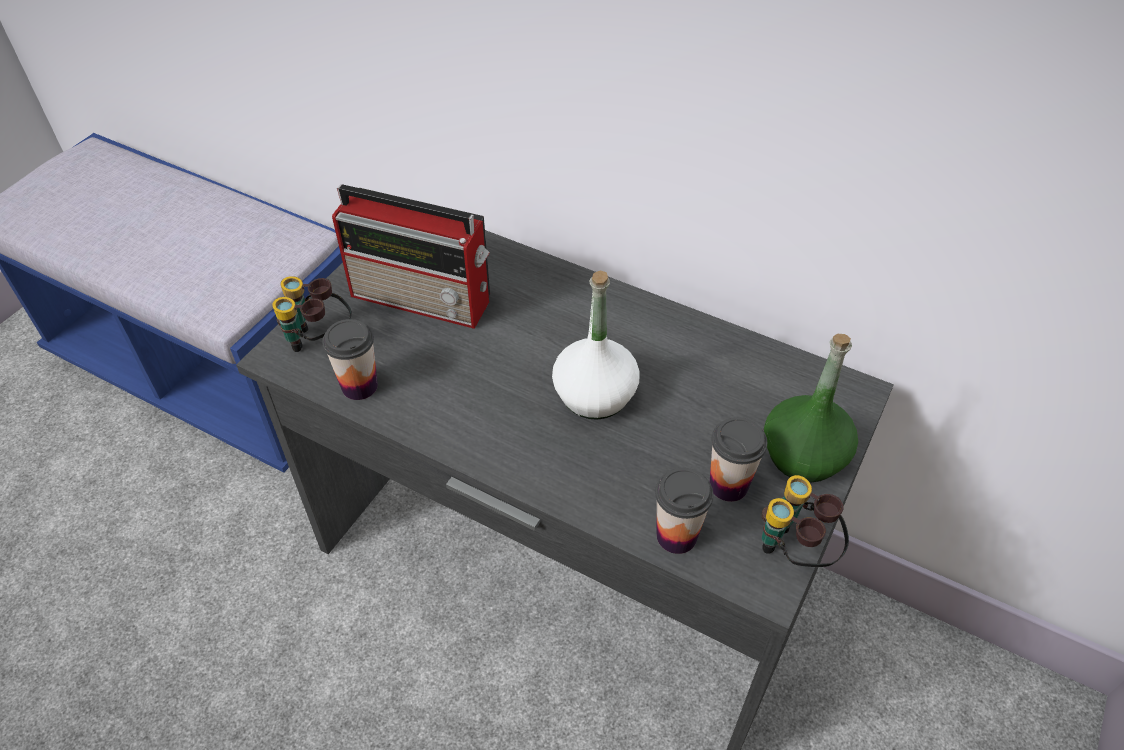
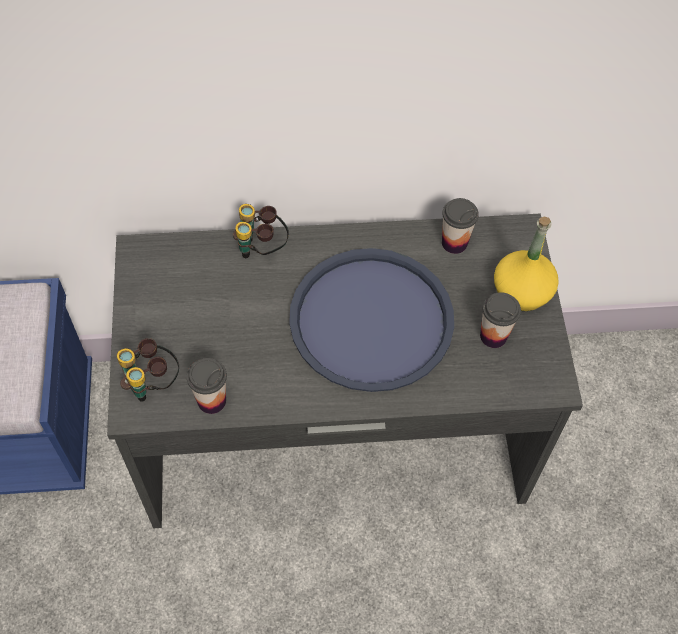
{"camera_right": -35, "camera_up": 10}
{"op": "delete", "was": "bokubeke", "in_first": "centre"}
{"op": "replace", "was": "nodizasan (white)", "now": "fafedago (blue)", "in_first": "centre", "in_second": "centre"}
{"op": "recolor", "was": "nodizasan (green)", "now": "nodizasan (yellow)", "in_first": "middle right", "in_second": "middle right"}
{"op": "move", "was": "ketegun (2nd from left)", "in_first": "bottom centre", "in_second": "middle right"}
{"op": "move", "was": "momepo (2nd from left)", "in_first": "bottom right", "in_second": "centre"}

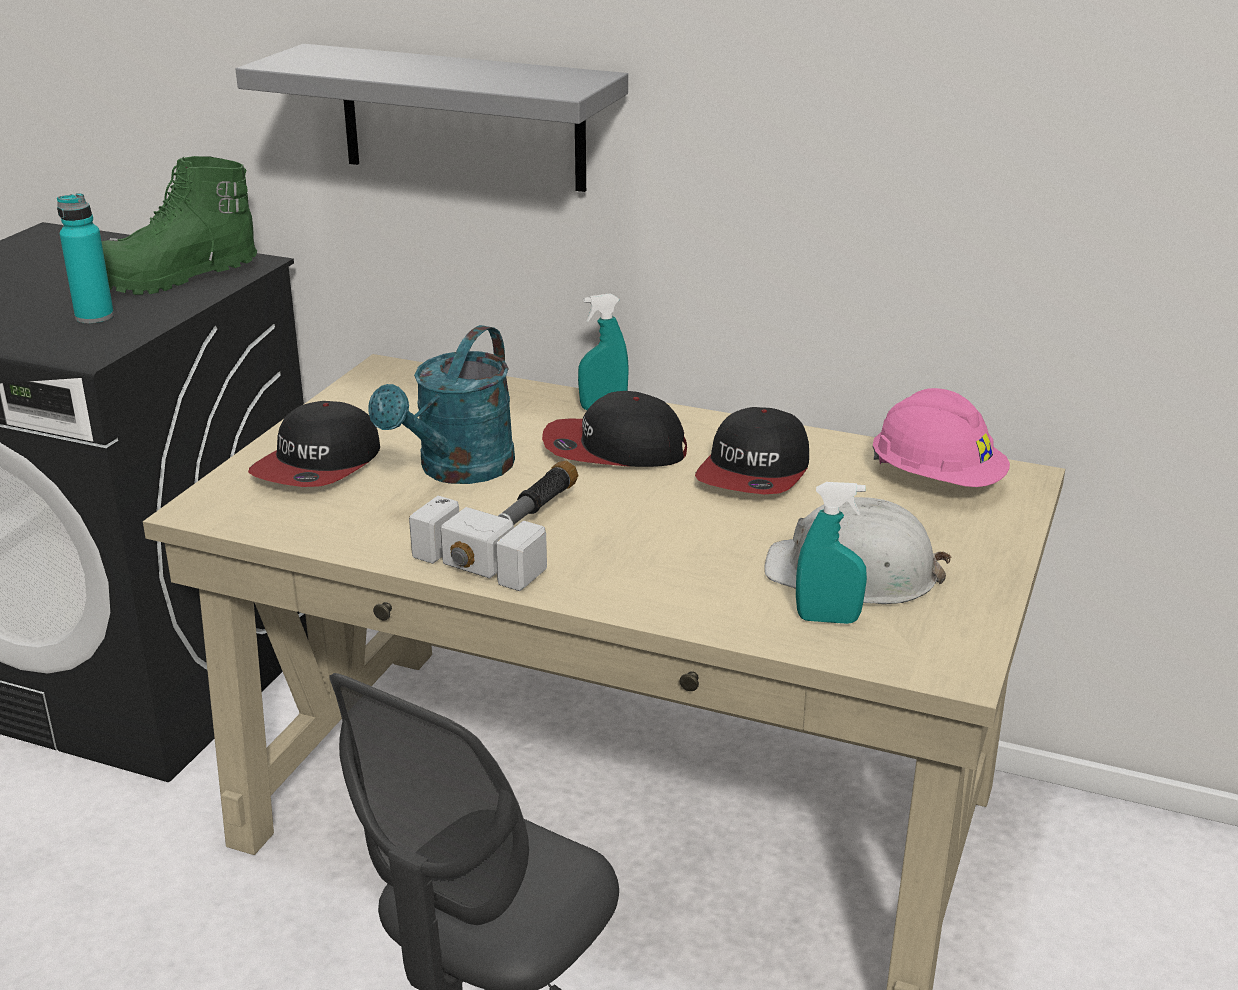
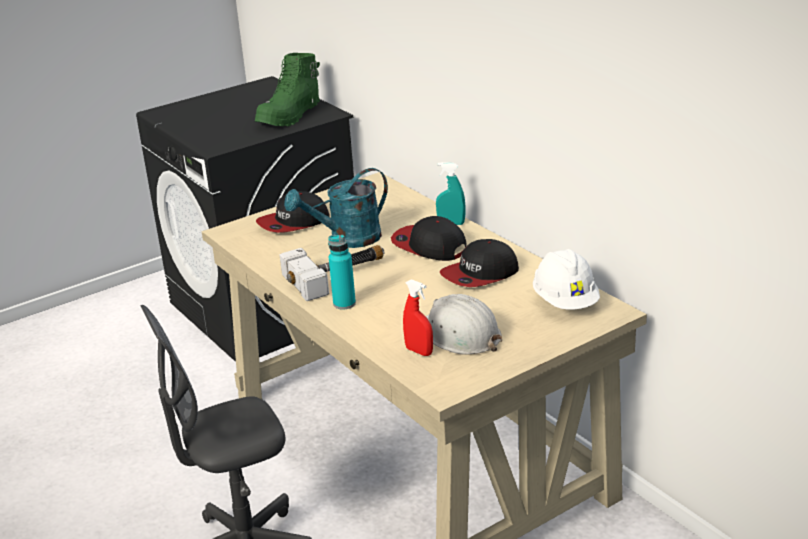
{"camera_right": 35, "camera_up": 0}
{"op": "delete", "was": "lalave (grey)", "in_first": "top centre"}
{"op": "rotate", "was": "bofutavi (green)", "in_first": "top left", "in_second": "top centre", "clockwise": -60}
{"op": "move", "was": "nodizasan (turquoise)", "in_first": "top left", "in_second": "centre"}
{"op": "recolor", "was": "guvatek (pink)", "now": "guvatek (white) (2nd from left)", "in_first": "middle right", "in_second": "middle right"}
{"op": "recolor", "was": "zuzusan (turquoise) (2nd from left)", "now": "zuzusan (red)", "in_first": "middle right", "in_second": "centre"}

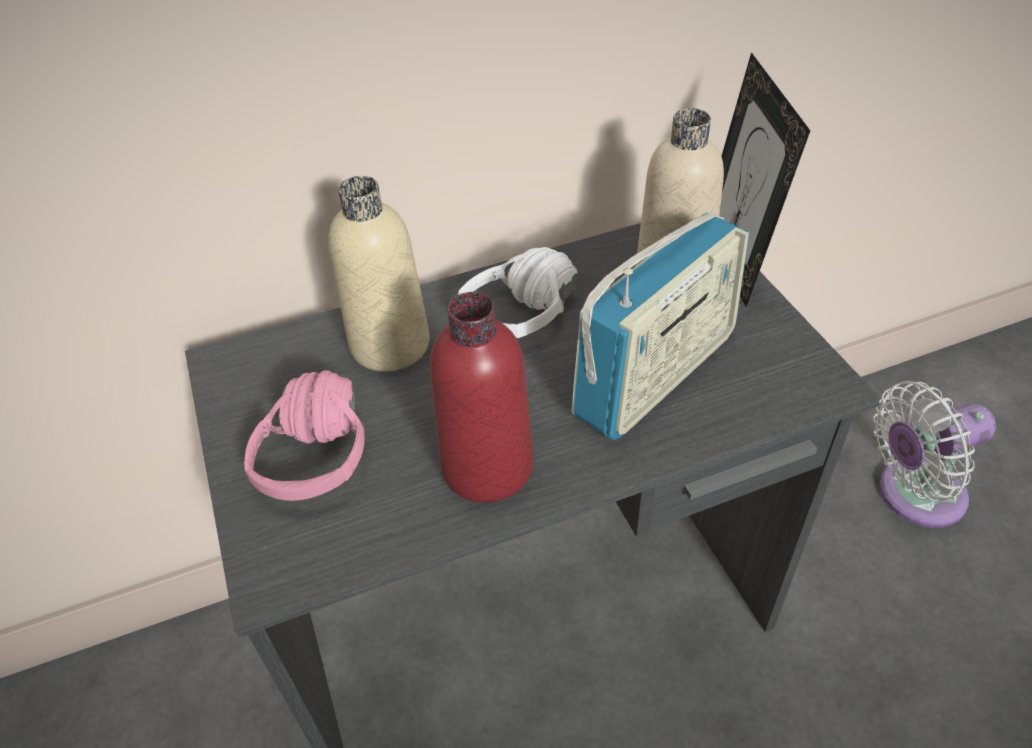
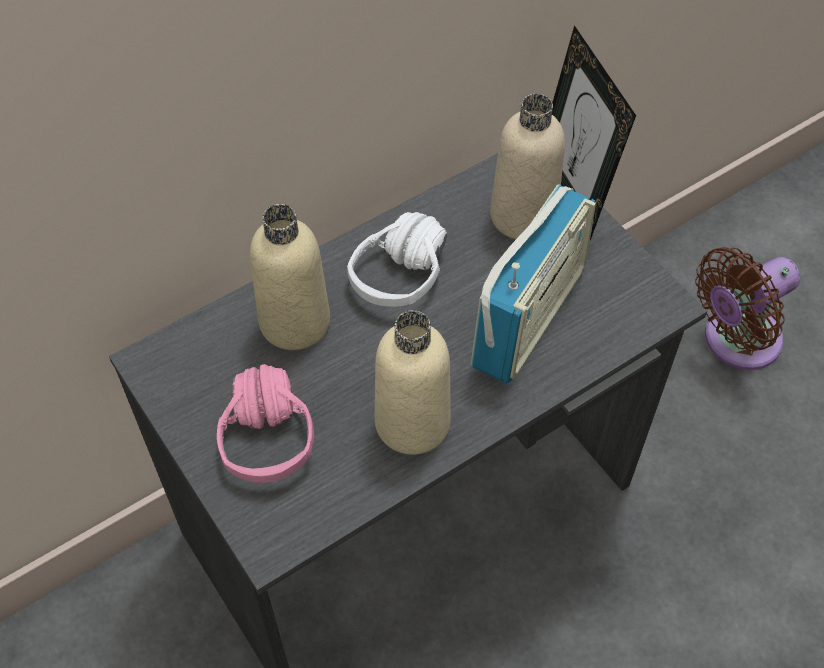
{"camera_right": -15, "camera_up": 10}
{"op": "recolor", "was": "nodizasan (red)", "now": "nodizasan (beige) (2nd from left)", "in_first": "centre", "in_second": "centre"}
{"op": "recolor", "was": "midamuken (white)", "now": "midamuken (brown)", "in_first": "middle right", "in_second": "middle right"}

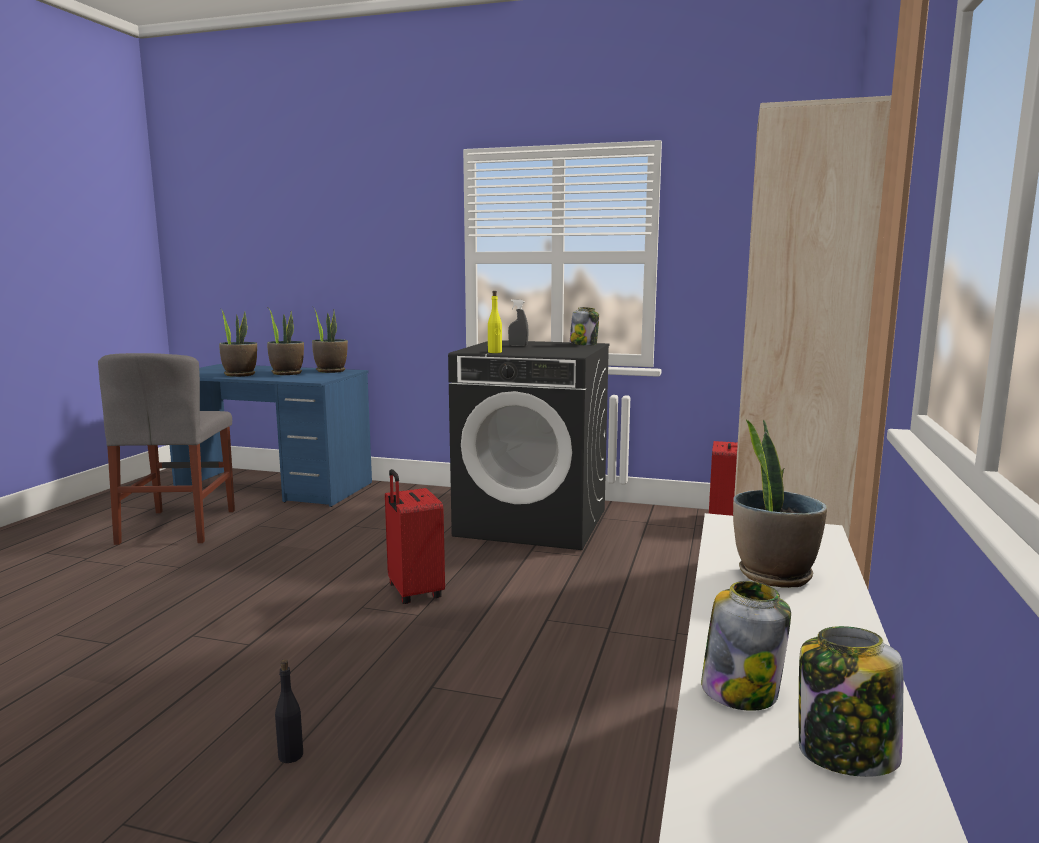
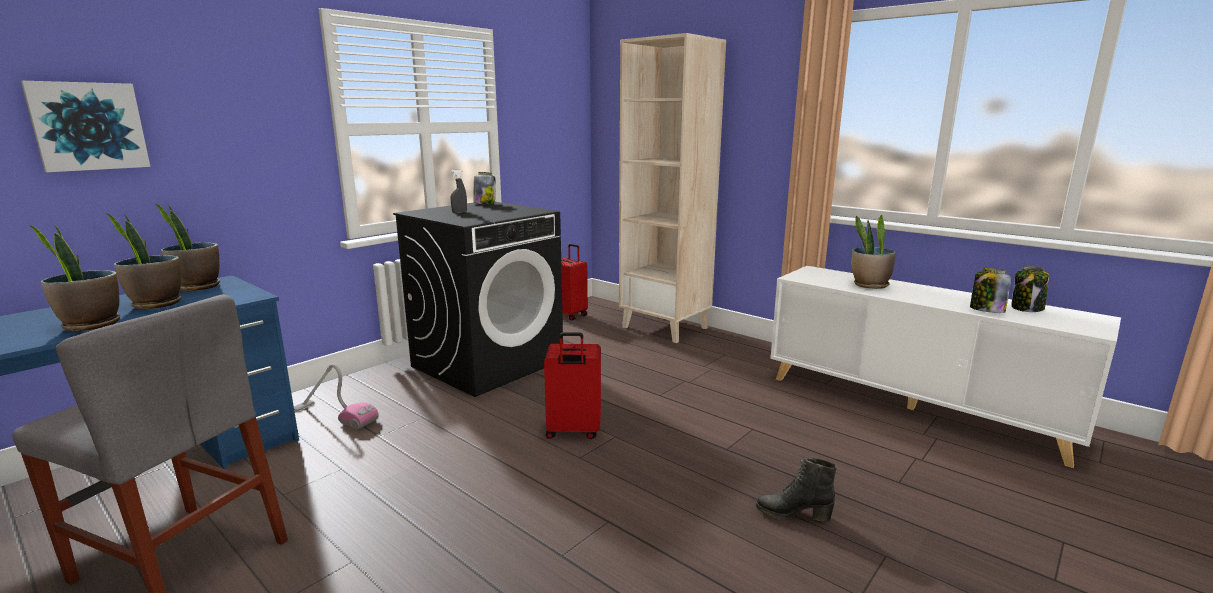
{"camera_right": -65, "camera_up": 5}
{"op": "delete", "was": "nodizasan (yellow)", "in_first": "centre"}
{"op": "replace", "was": "nodizasan (black)", "now": "bofutavi (black)", "in_first": "bottom left", "in_second": "bottom centre"}
{"op": "insert", "now": "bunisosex", "in_second": "top left"}
{"op": "insert", "now": "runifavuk", "in_second": "bottom left"}

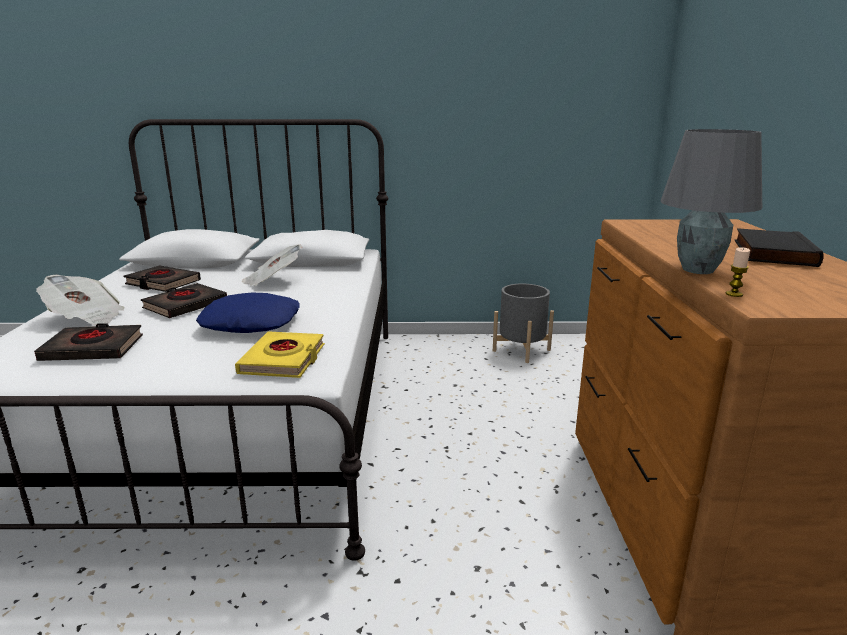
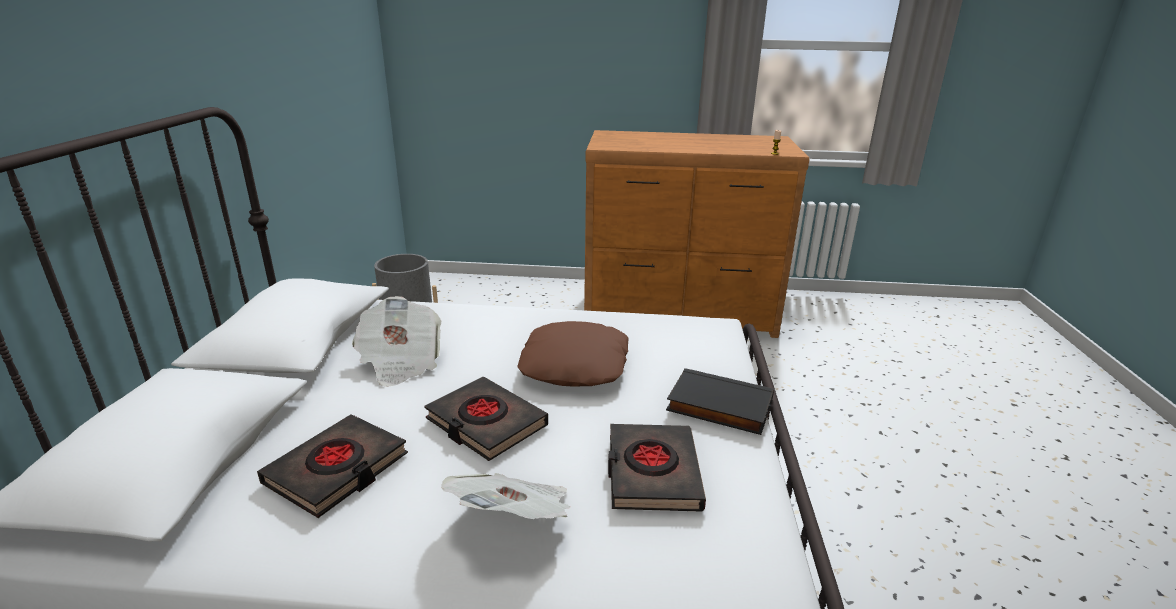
{"camera_right": -85, "camera_up": 5}
{"op": "delete", "was": "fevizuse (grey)", "in_first": "top right"}
{"op": "move", "was": "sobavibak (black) (4th from left)", "in_first": "middle right", "in_second": "centre"}
{"op": "recolor", "was": "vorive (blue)", "now": "vorive (brown)", "in_first": "middle left", "in_second": "centre"}
{"op": "delete", "was": "sobavibak (yellow)", "in_first": "middle left"}

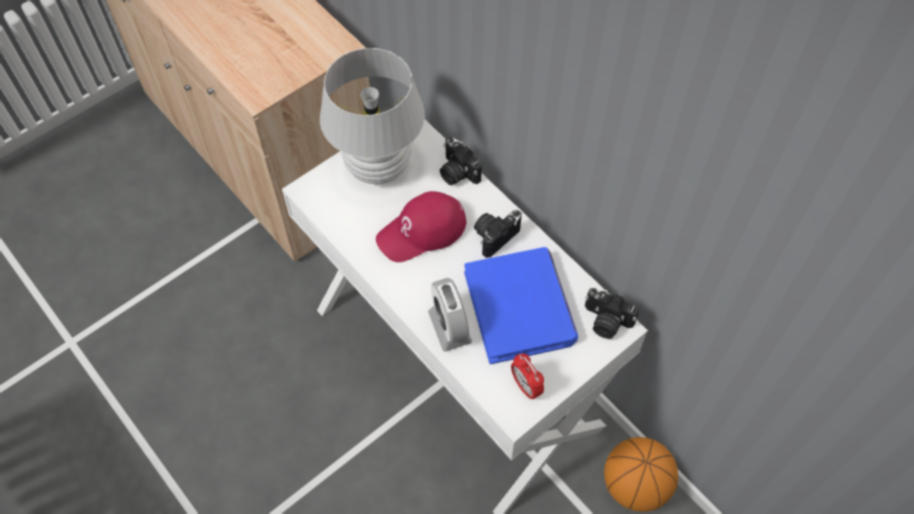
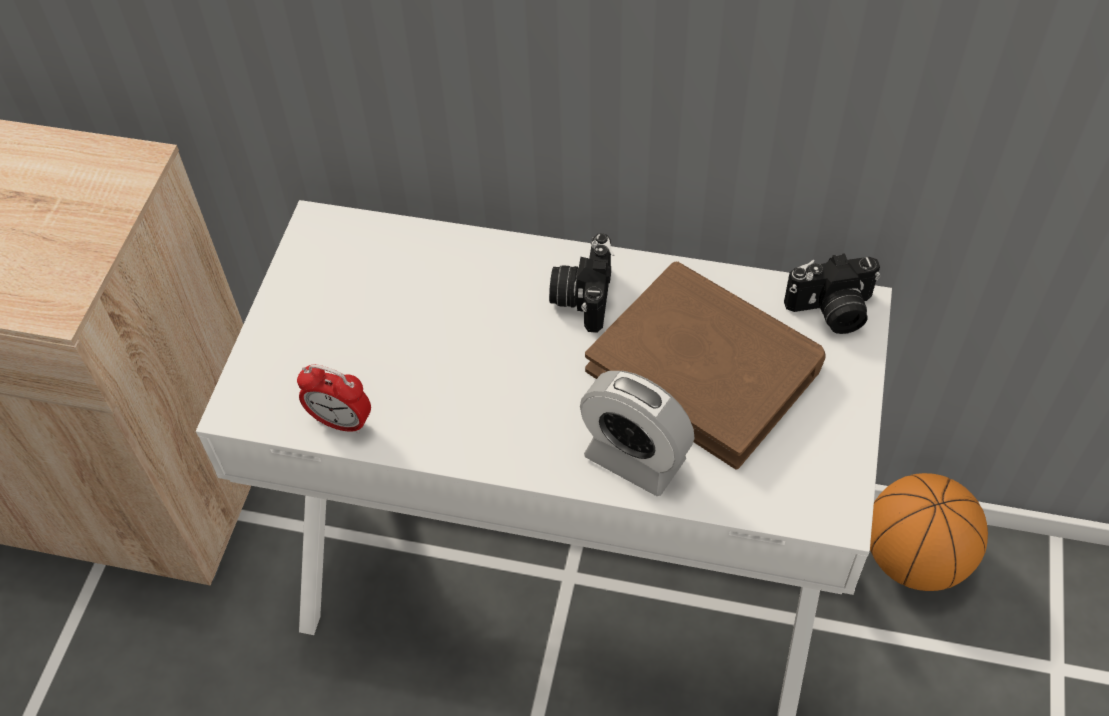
{"camera_right": -35, "camera_up": -5}
{"op": "delete", "was": "fevizuse (white)", "in_first": "top centre"}
{"op": "delete", "was": "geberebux (1st from left)", "in_first": "top centre"}
{"op": "delete", "was": "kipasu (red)", "in_first": "centre"}
{"op": "recolor", "was": "sobavibak (blue)", "now": "sobavibak (brown)", "in_first": "centre", "in_second": "centre"}
{"op": "move", "was": "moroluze (2nd from left in the first image)", "now": "moroluze (1st from left)", "in_first": "bottom centre", "in_second": "middle left"}

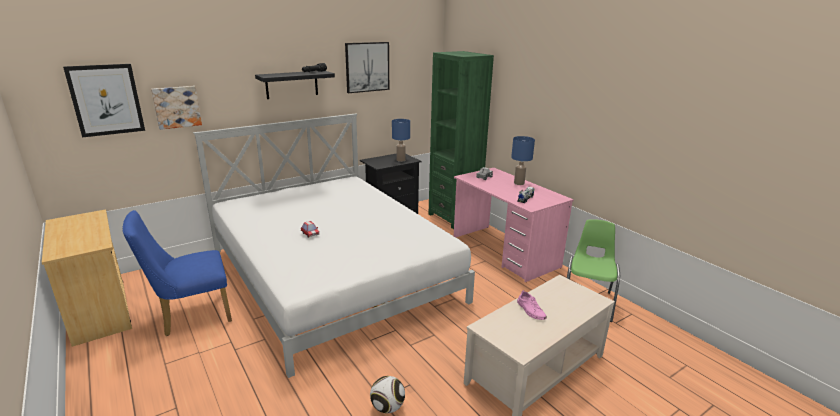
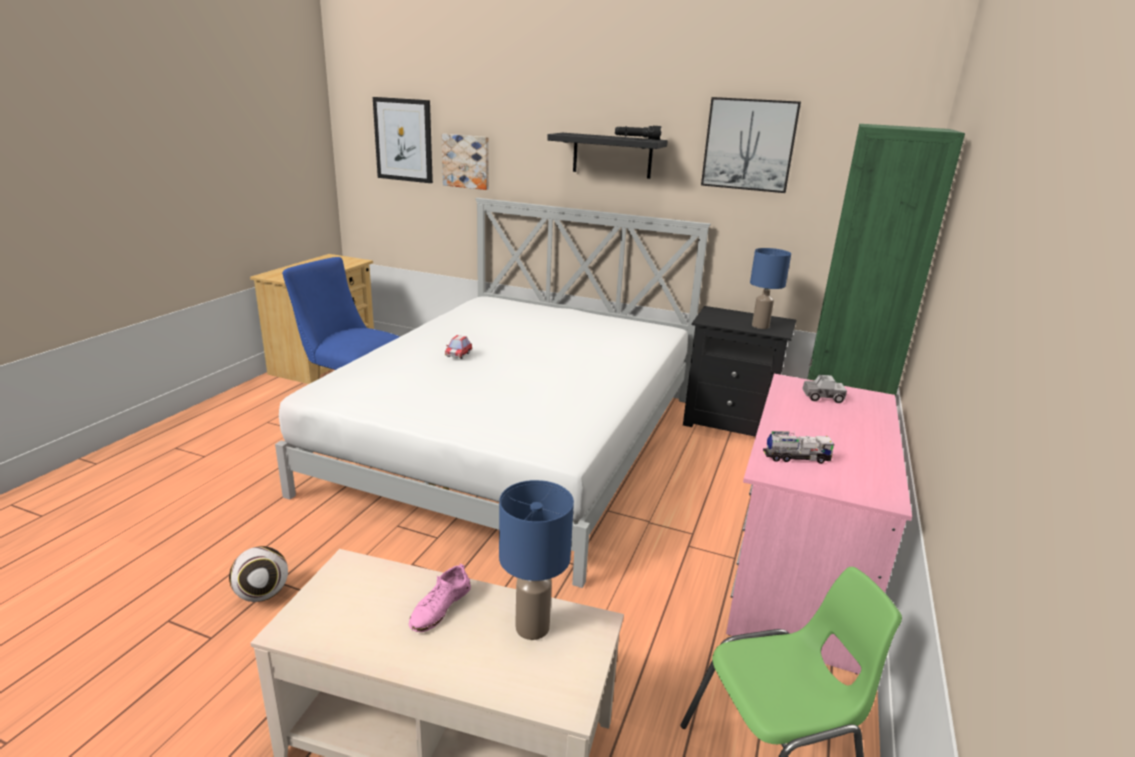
{"camera_right": 55, "camera_up": 0}
{"op": "move", "was": "fevizuse (blue) (2nd from left in the first image)", "now": "fevizuse (blue) (1st from left)", "in_first": "centre", "in_second": "bottom centre"}

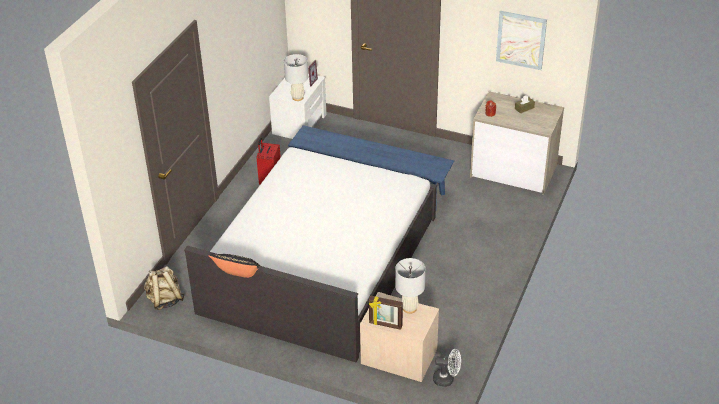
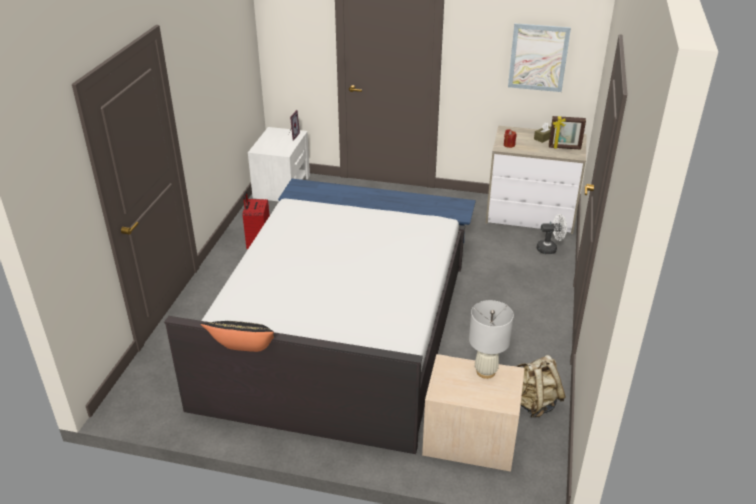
{"camera_right": -10, "camera_up": -5}
{"op": "delete", "was": "fevizuse (white) (1st from left)", "in_first": "top centre"}
{"op": "move", "was": "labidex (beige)", "in_first": "bottom left", "in_second": "bottom right"}
{"op": "move", "was": "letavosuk (2nd from left)", "in_first": "bottom centre", "in_second": "top right"}
{"op": "move", "was": "midamuken (white)", "in_first": "bottom centre", "in_second": "middle right"}

